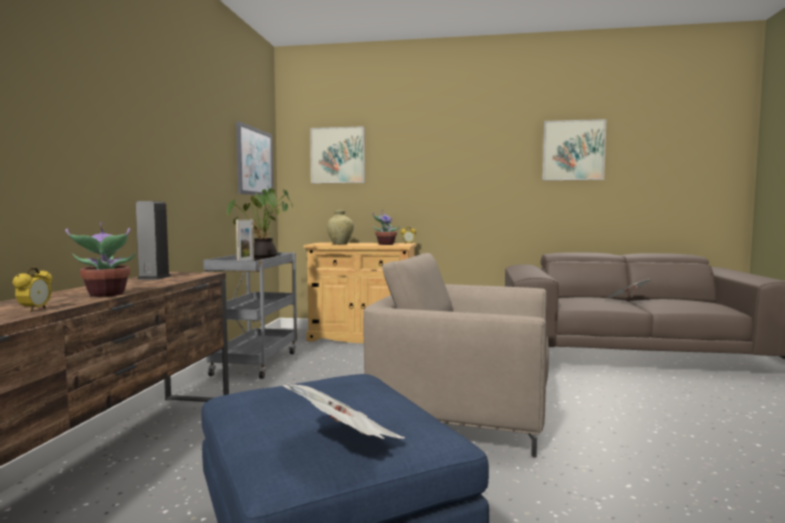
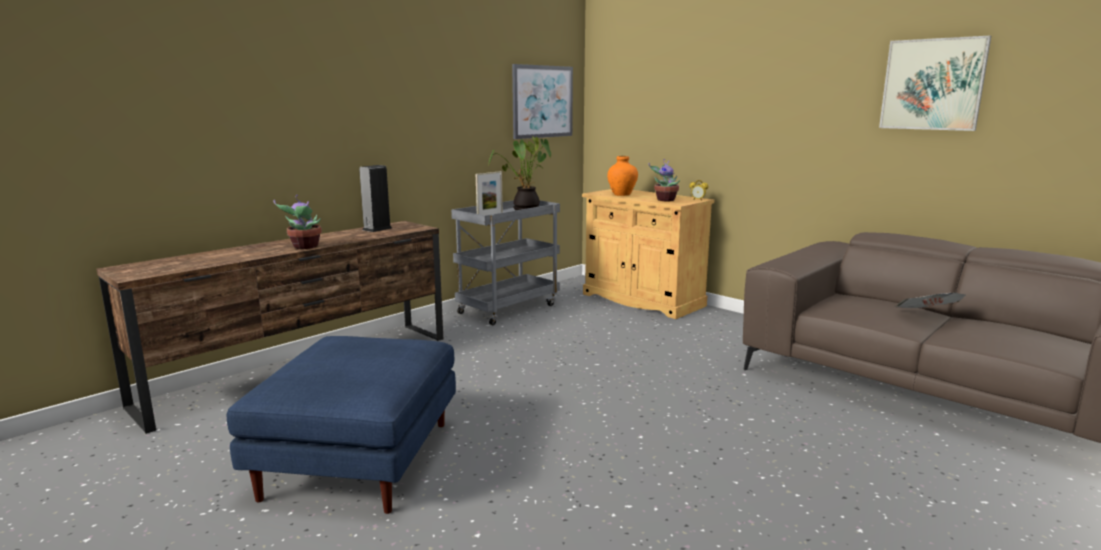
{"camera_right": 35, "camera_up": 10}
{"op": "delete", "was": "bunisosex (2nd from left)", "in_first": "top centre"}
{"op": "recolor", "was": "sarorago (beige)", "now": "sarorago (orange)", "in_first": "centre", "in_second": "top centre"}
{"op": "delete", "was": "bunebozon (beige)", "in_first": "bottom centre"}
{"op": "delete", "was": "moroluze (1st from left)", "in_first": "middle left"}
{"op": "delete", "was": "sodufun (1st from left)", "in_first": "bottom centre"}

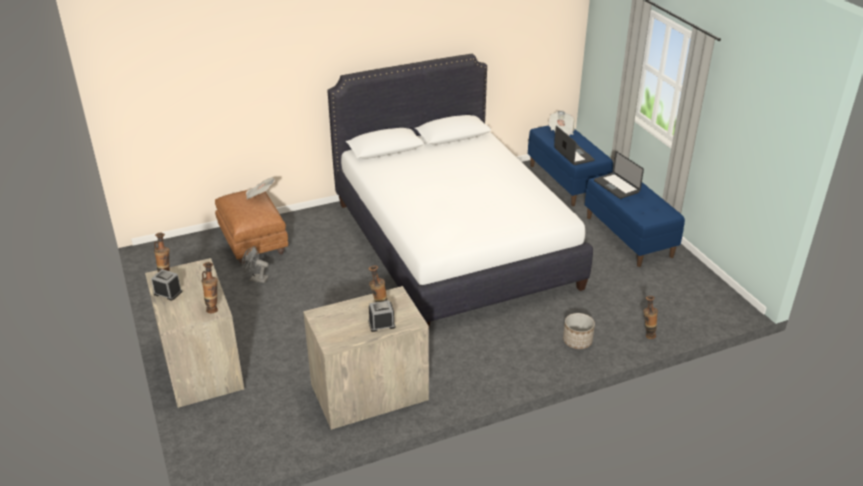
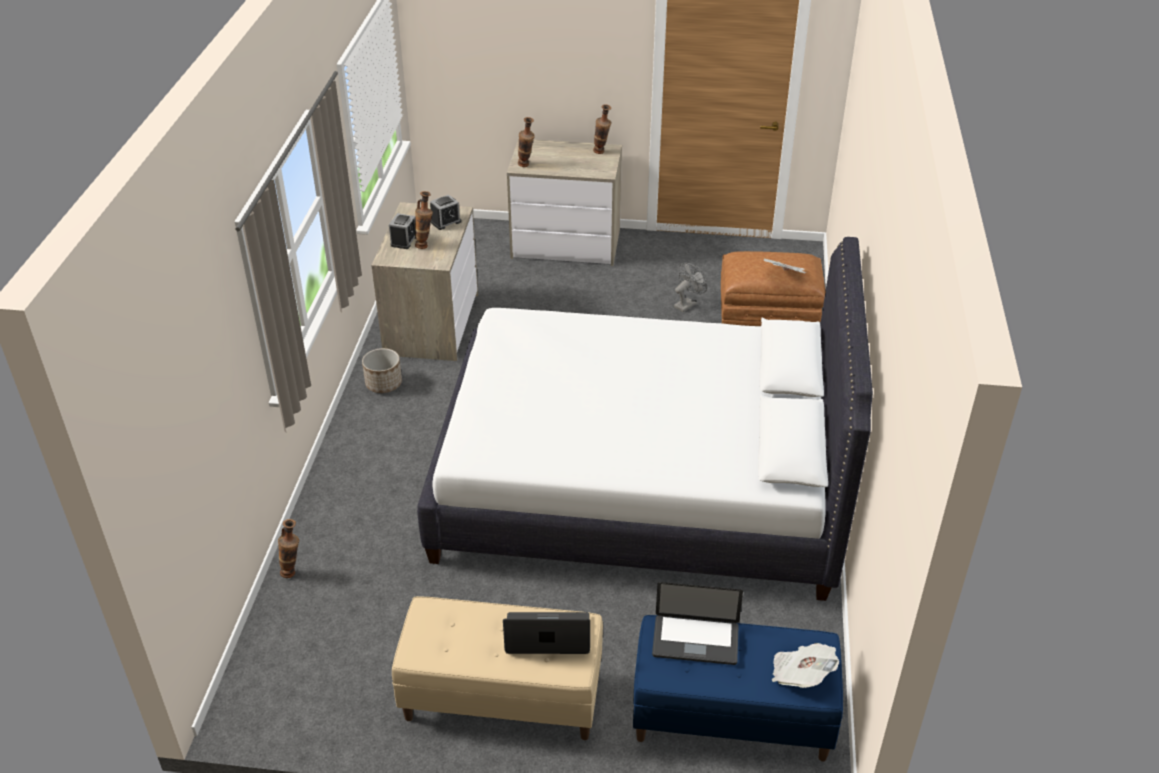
{"camera_right": 120, "camera_up": 5}
{"op": "recolor", "was": "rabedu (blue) (2nd from left)", "now": "rabedu (beige)", "in_first": "middle right", "in_second": "bottom centre"}
{"op": "move", "was": "moroluze (1st from left in the first image)", "now": "moroluze (2nd from left)", "in_first": "middle left", "in_second": "top centre"}
{"op": "move", "was": "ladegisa", "in_first": "bottom right", "in_second": "middle left"}

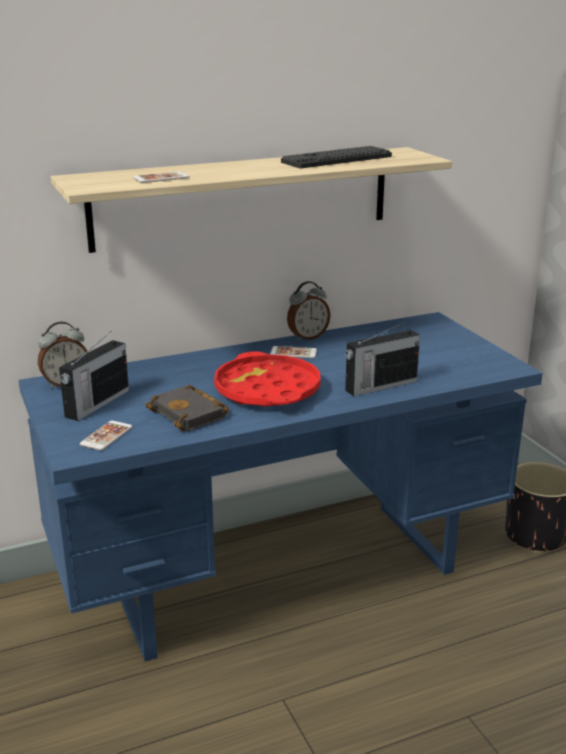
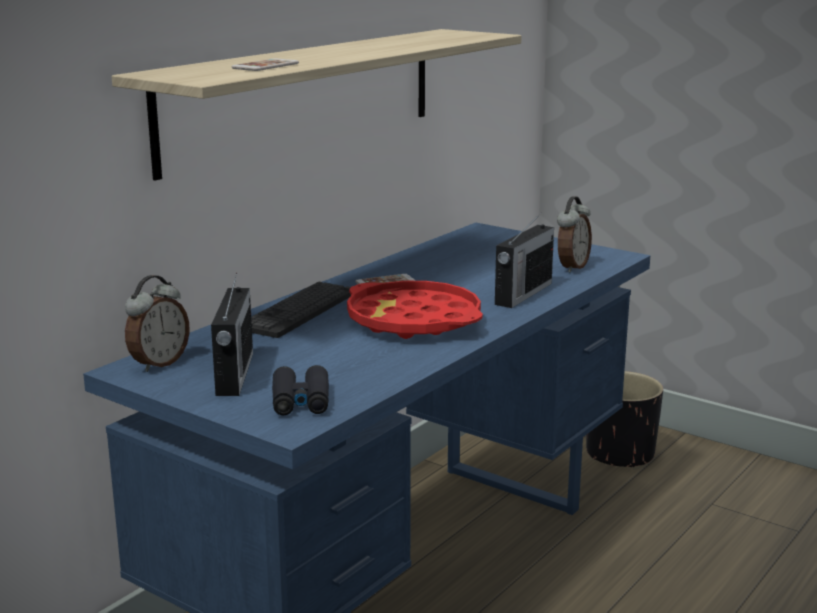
{"camera_right": -30, "camera_up": -5}
{"op": "move", "was": "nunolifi", "in_first": "top centre", "in_second": "centre"}
{"op": "move", "was": "moroluze (2nd from left)", "in_first": "centre", "in_second": "middle right"}
{"op": "delete", "was": "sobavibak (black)", "in_first": "middle left"}
{"op": "replace", "was": "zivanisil (1st from left)", "now": "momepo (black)", "in_first": "middle left", "in_second": "centre"}

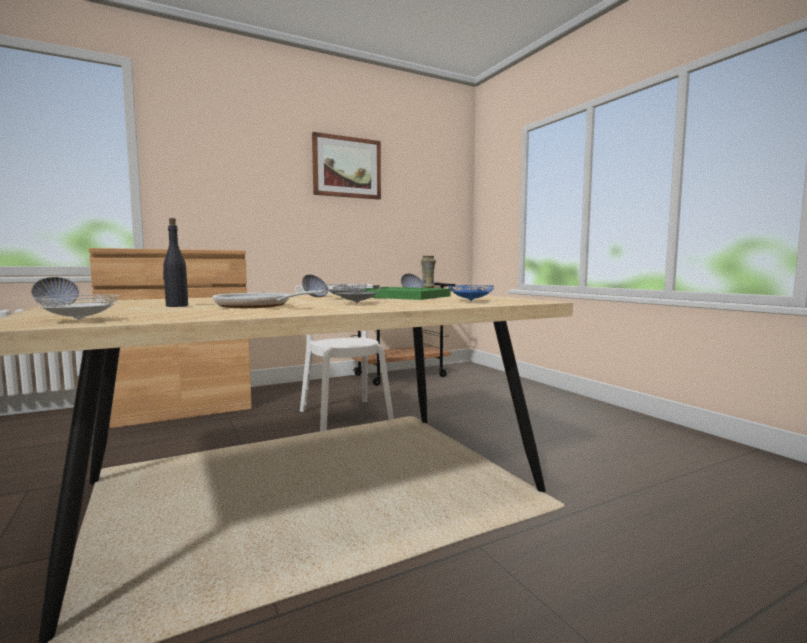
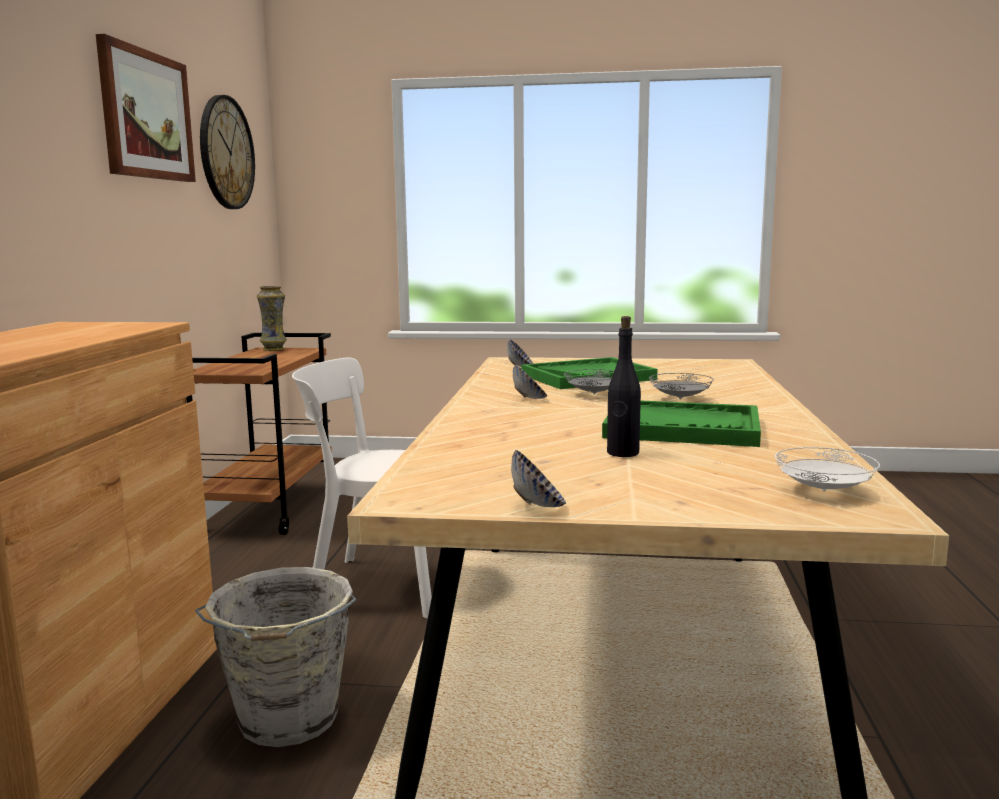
{"camera_right": -55, "camera_up": 5}
{"op": "delete", "was": "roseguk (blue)", "in_first": "centre"}
{"op": "replace", "was": "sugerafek", "now": "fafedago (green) (2nd from left)", "in_first": "centre", "in_second": "middle right"}
{"op": "insert", "now": "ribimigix", "in_second": "top left"}
{"op": "insert", "now": "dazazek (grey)", "in_second": "bottom left"}

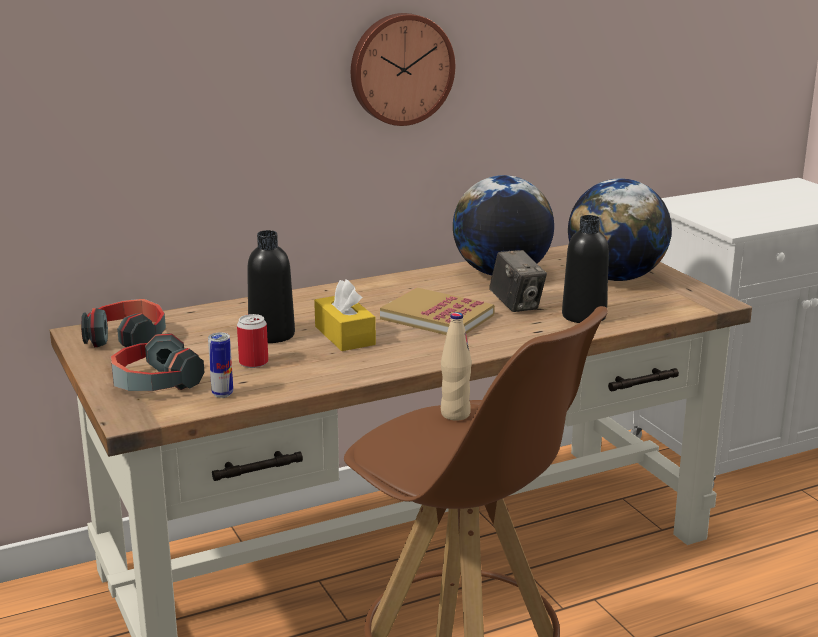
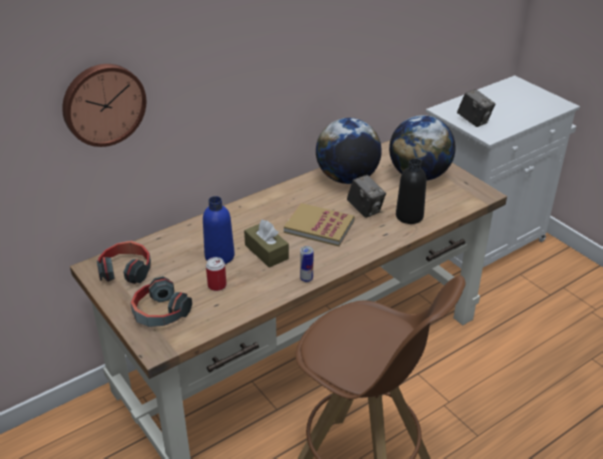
{"camera_right": -10, "camera_up": 15}
{"op": "move", "was": "ribimigix", "in_first": "top centre", "in_second": "top left"}
{"op": "recolor", "was": "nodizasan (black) (1st from left)", "now": "nodizasan (blue)", "in_first": "middle left", "in_second": "centre"}
{"op": "recolor", "was": "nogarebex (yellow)", "now": "nogarebex (brown)", "in_first": "centre", "in_second": "centre"}
{"op": "delete", "was": "nodizasan (beige)", "in_first": "centre"}
{"op": "move", "was": "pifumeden (1st from left in the first image)", "now": "pifumeden (2nd from left)", "in_first": "middle left", "in_second": "centre"}
{"op": "insert", "now": "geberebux (2nd from left)", "in_second": "top right"}

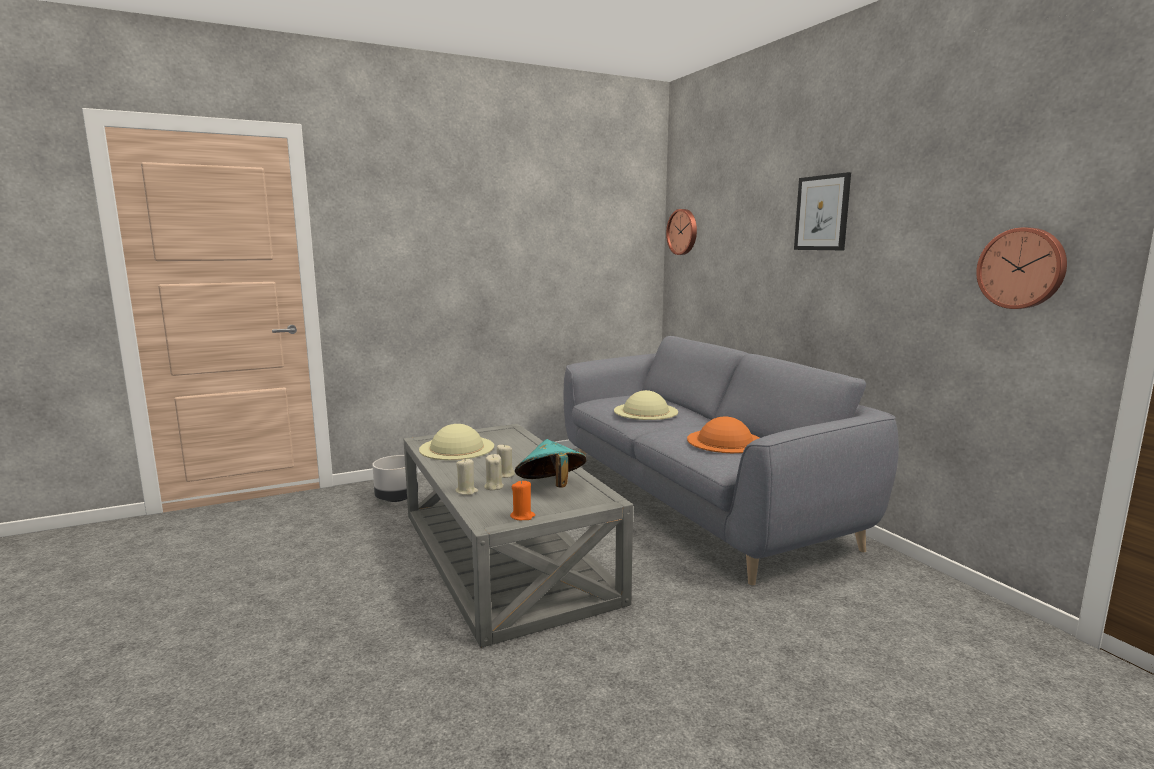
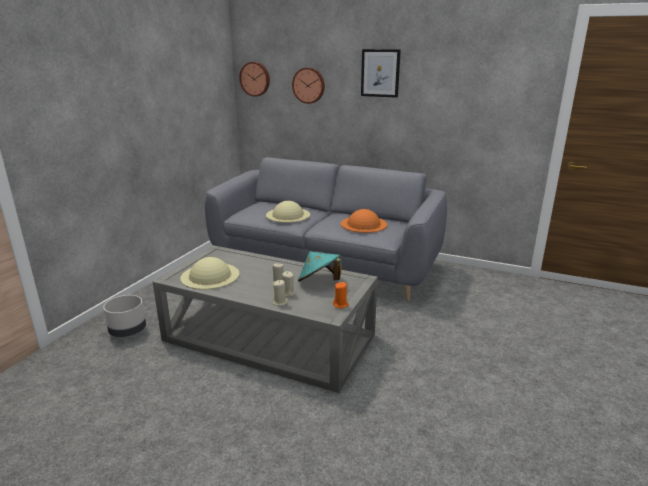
{"camera_right": -40, "camera_up": 10}
{"op": "move", "was": "ribimigix (2nd from left)", "in_first": "middle right", "in_second": "top centre"}

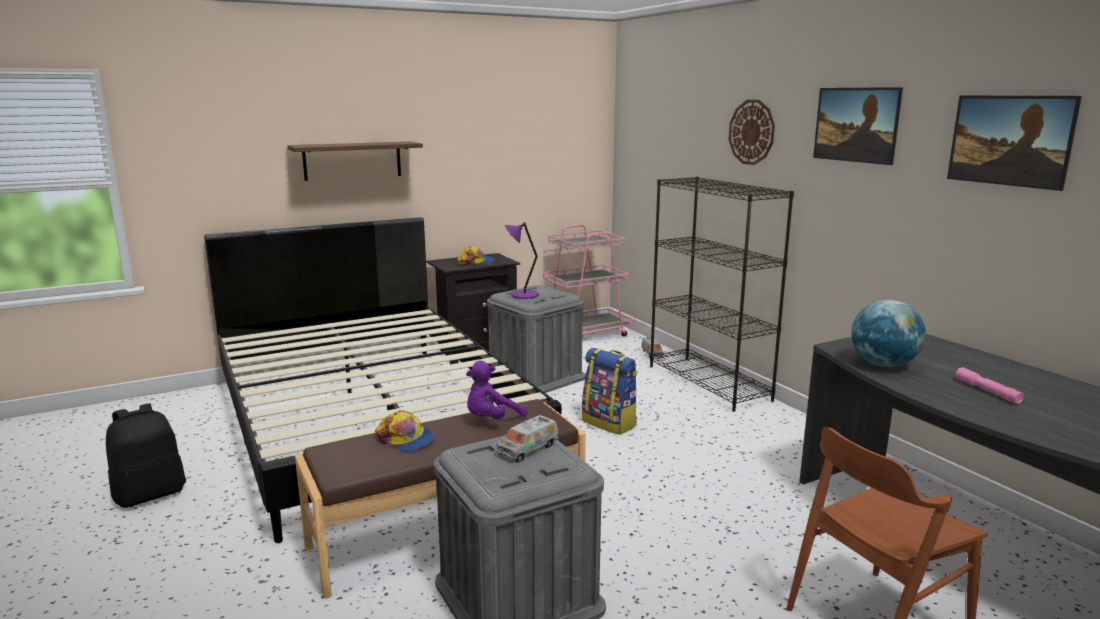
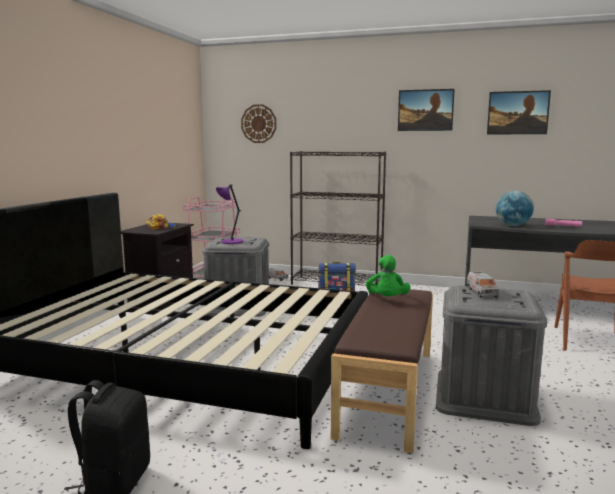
{"camera_right": -45, "camera_up": -5}
{"op": "move", "was": "ribimigix", "in_first": "top right", "in_second": "top centre"}
{"op": "delete", "was": "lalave", "in_first": "top left"}
{"op": "recolor", "was": "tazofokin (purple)", "now": "tazofokin (green)", "in_first": "centre", "in_second": "centre"}
{"op": "delete", "was": "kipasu (1st from left)", "in_first": "bottom centre"}

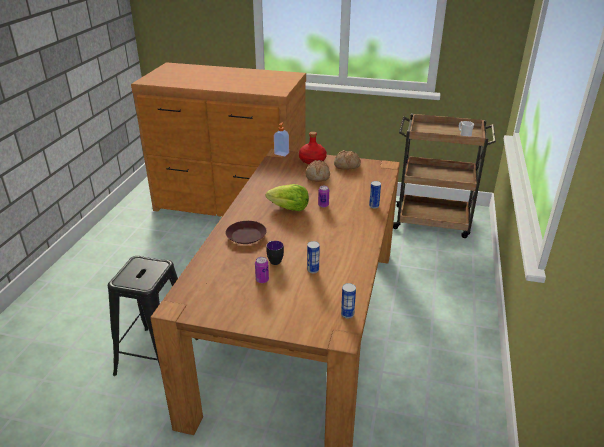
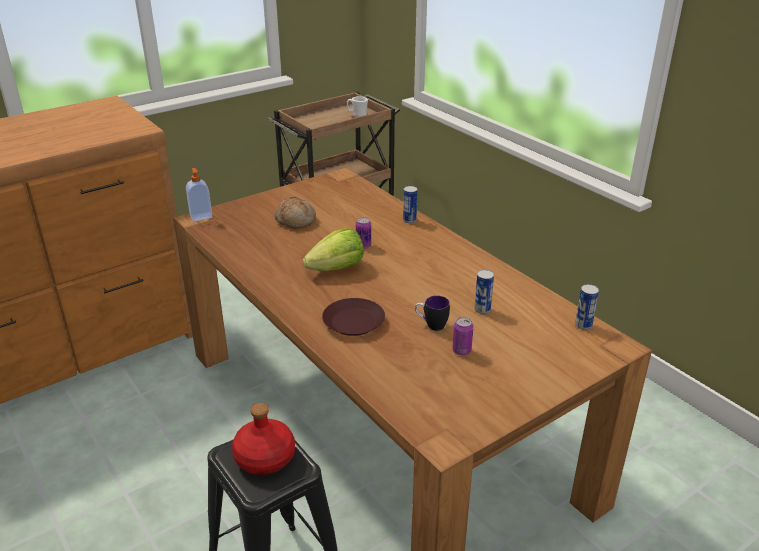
{"camera_right": -50, "camera_up": 0}
{"op": "move", "was": "nodizasan (red)", "in_first": "top centre", "in_second": "bottom centre"}
{"op": "delete", "was": "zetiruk (2nd from left)", "in_first": "centre"}

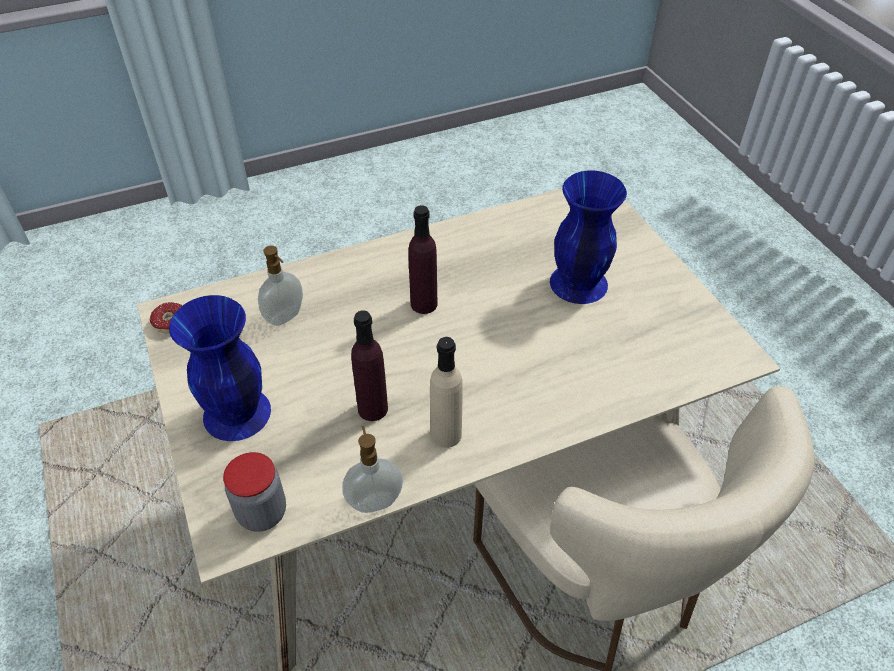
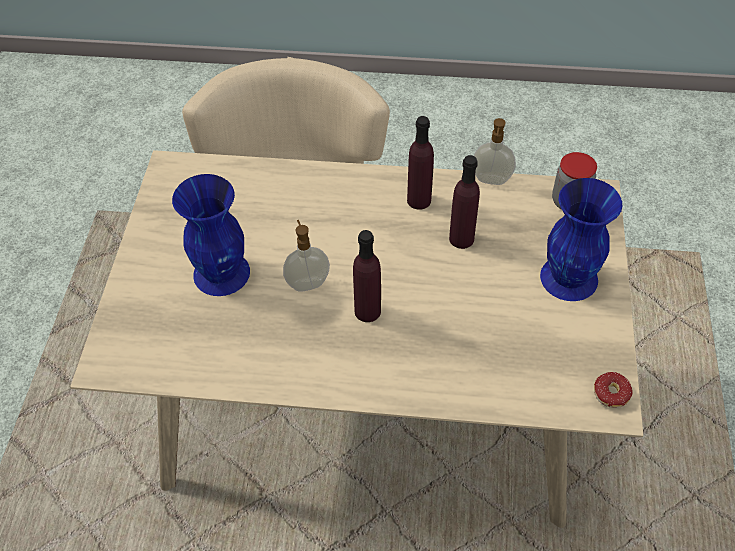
{"camera_right": -150, "camera_up": 5}
{"op": "move", "was": "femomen (1st from left)", "in_first": "middle left", "in_second": "centre"}
{"op": "recolor", "was": "nodizasan (beige)", "now": "nodizasan (purple) (2nd from left)", "in_first": "centre", "in_second": "top centre"}

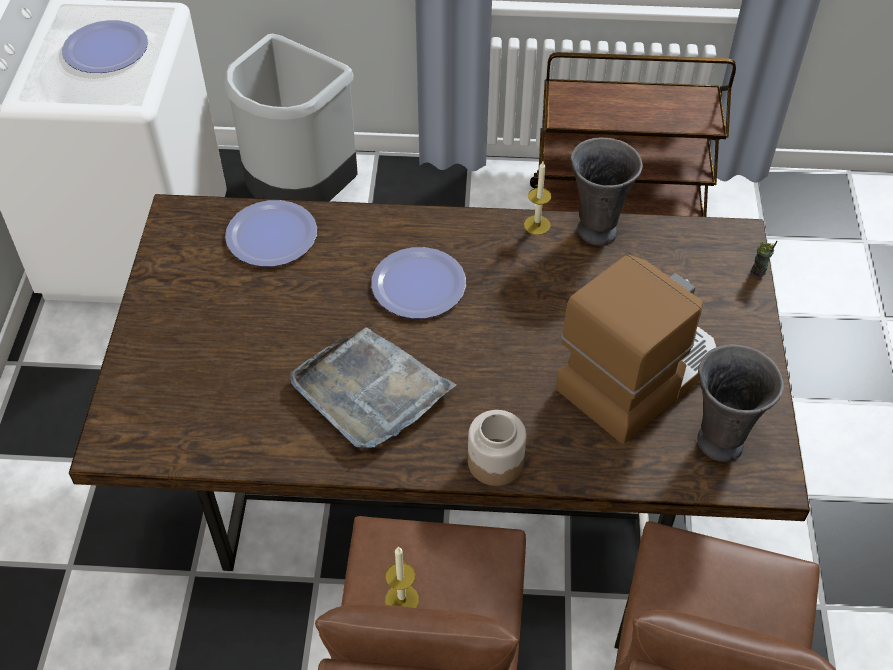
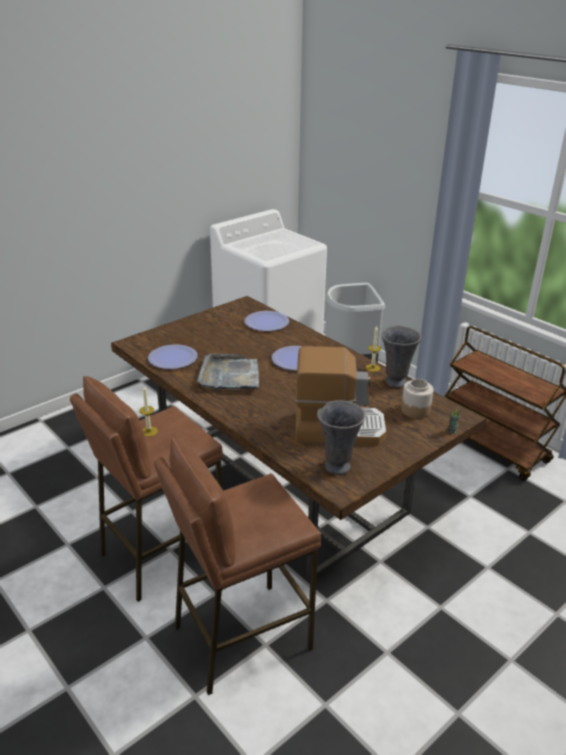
{"camera_right": 45, "camera_up": -20}
{"op": "move", "was": "roseguk (1st from left)", "in_first": "top left", "in_second": "middle left"}
{"op": "move", "was": "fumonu", "in_first": "bottom centre", "in_second": "middle right"}

